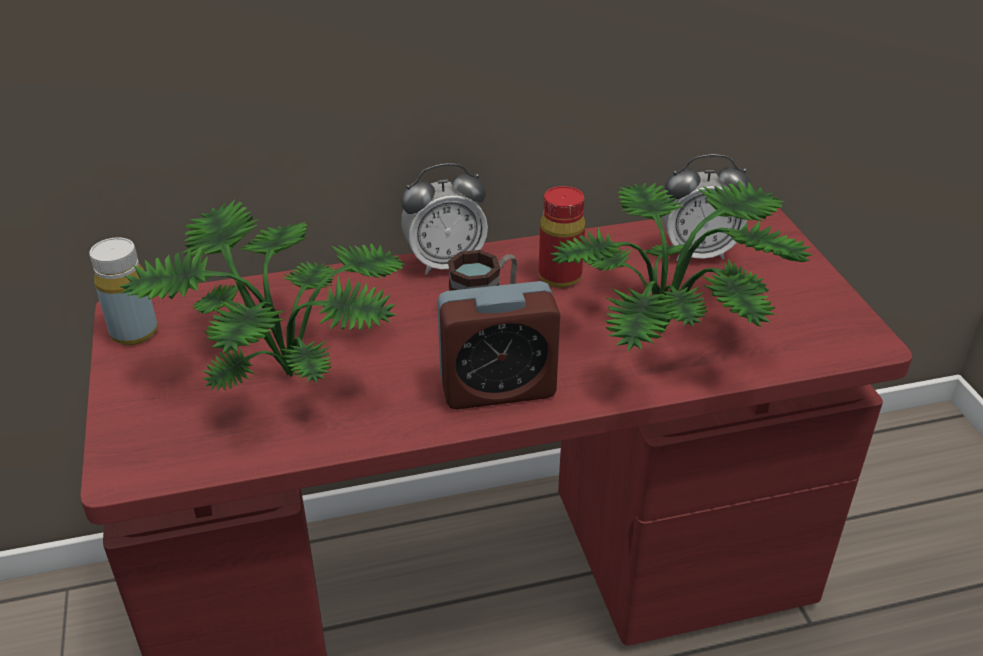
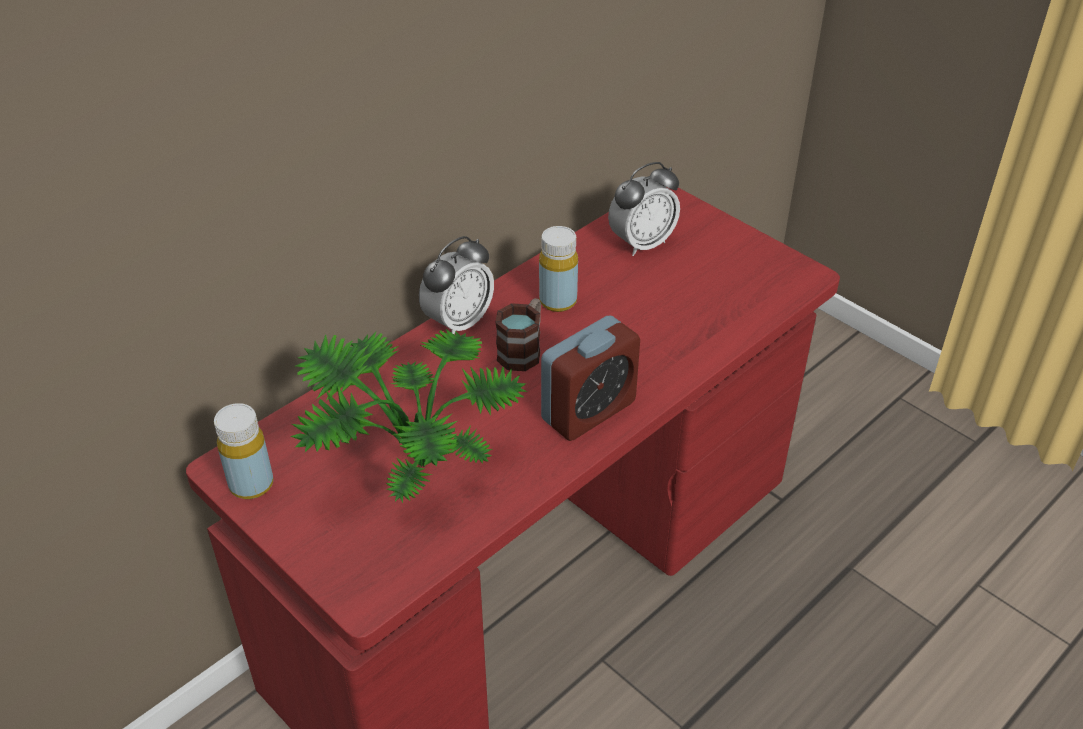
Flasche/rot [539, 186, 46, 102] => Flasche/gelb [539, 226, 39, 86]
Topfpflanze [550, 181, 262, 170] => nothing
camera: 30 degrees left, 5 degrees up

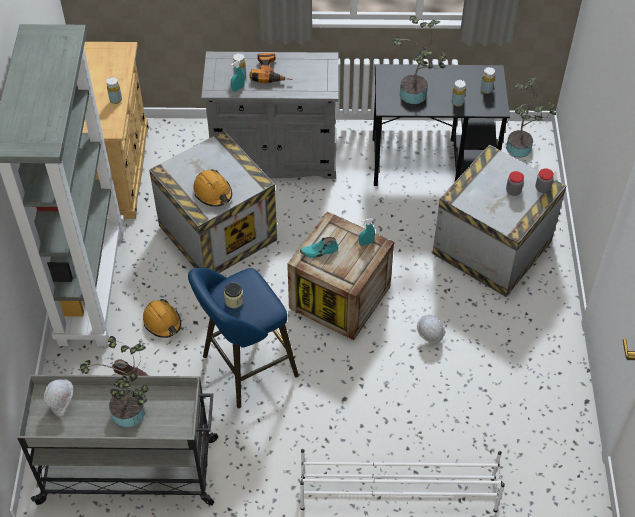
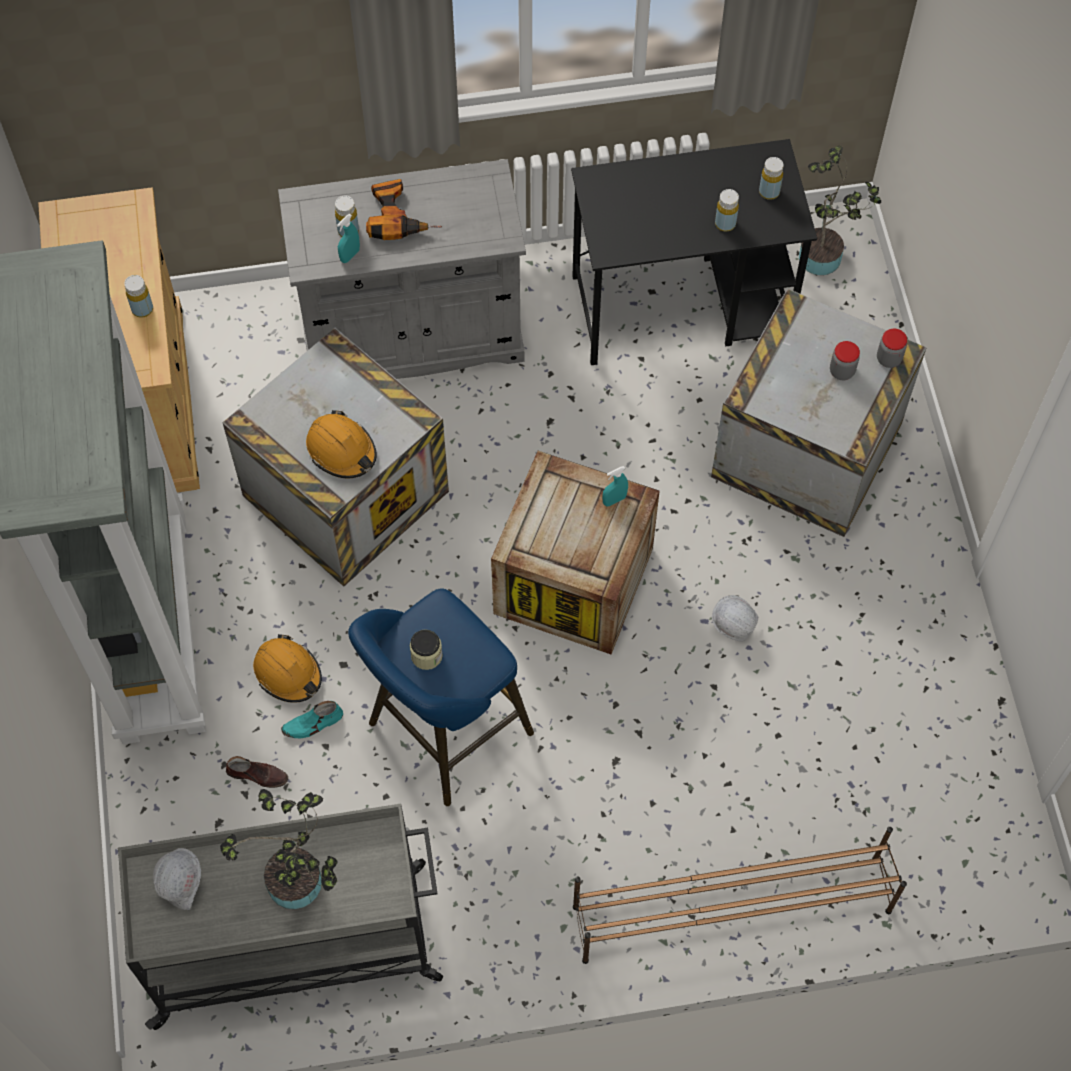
Schuh/türkis [300, 237, 38, 21] => Schuh/türkis [281, 701, 62, 37], relocated
Schuhregal/weiß [300, 449, 205, 63] => Schuhregal/braun [573, 827, 334, 137]
Topfpflanze [392, 16, 54, 88] => nothing
camera: 10 degrees left, 10 degrees up

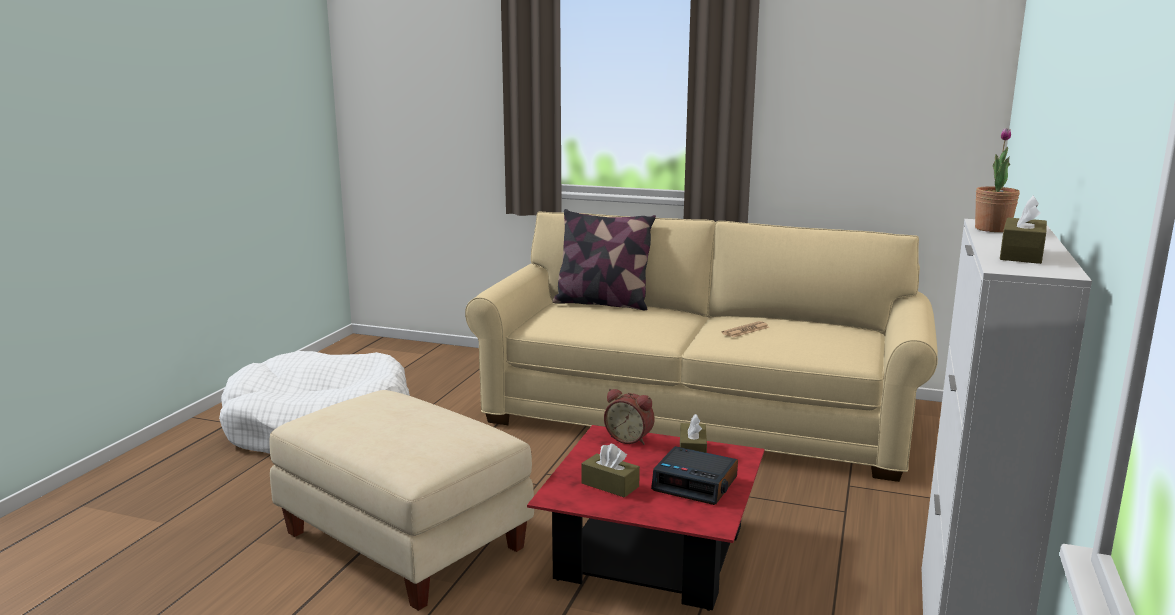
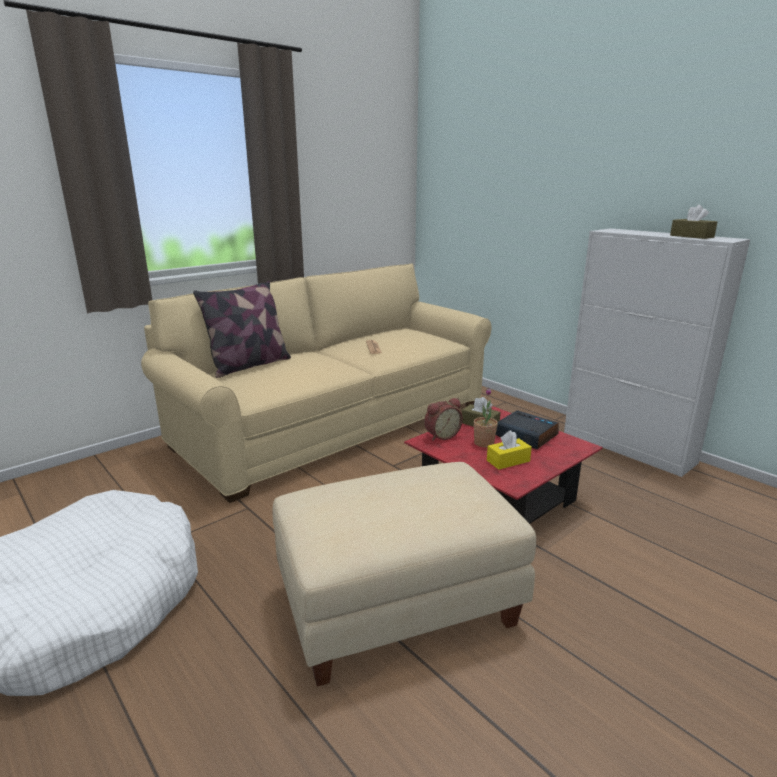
Taschentuchbox/braun [581, 443, 59, 55] => Taschentuchbox/gelb [487, 430, 45, 40]
Wecker [651, 446, 87, 59] => Wecker [496, 410, 63, 39], 105 degrees counterclockwise
Topfpflanze [975, 128, 45, 104] => Topfpflanze [473, 388, 25, 59], relocated
camera: 60 degrees left, 5 degrees up

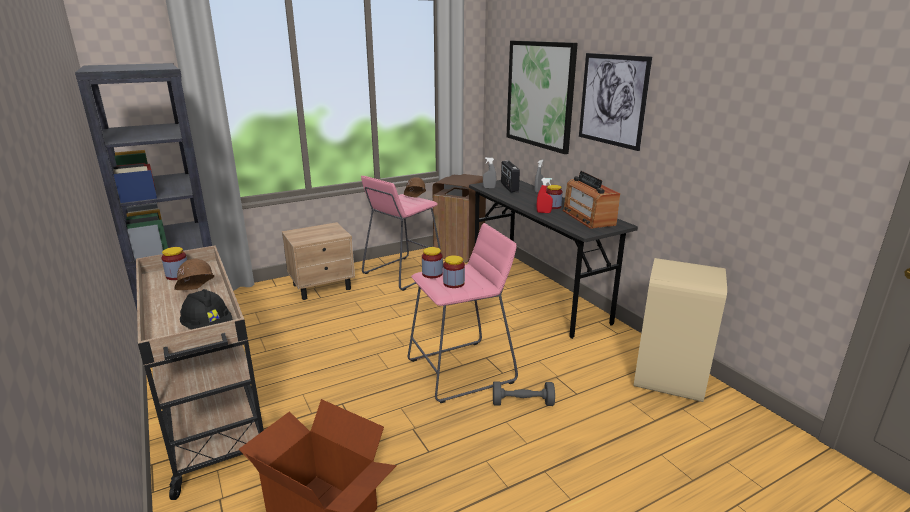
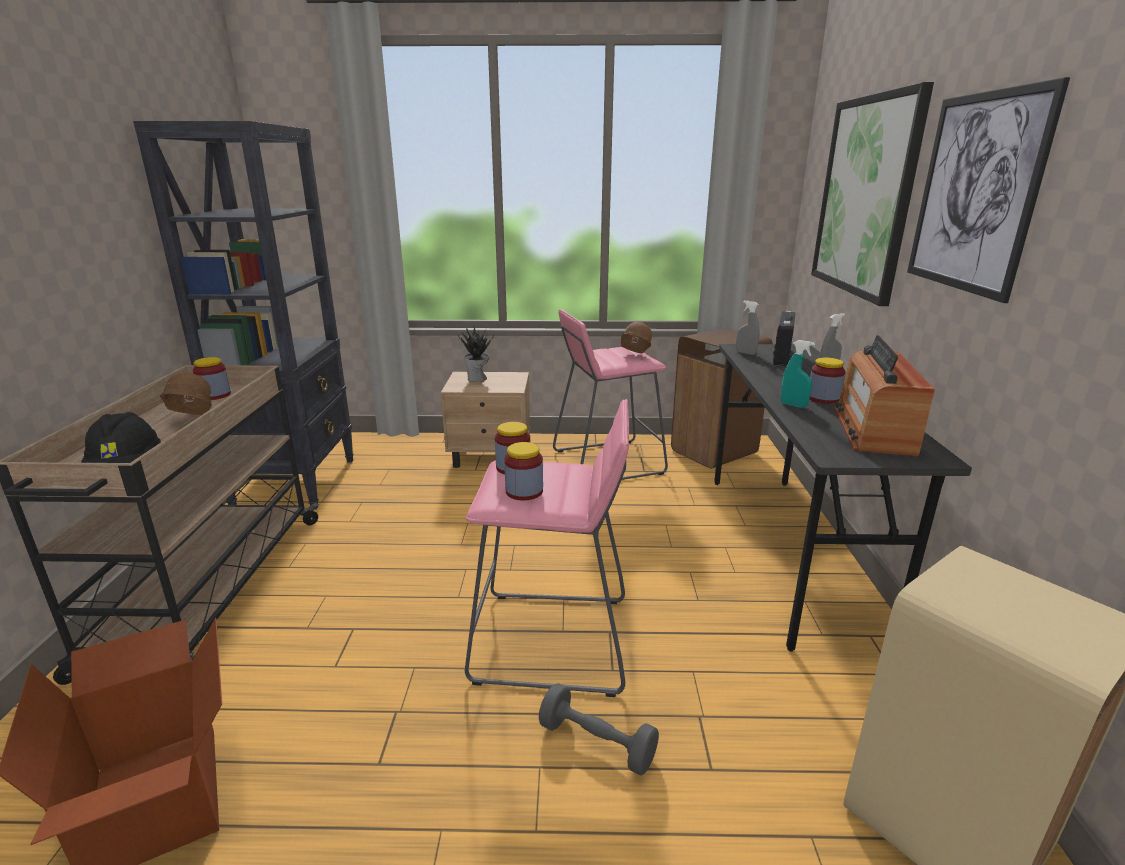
Sprühflasche/rot [537, 178, 16, 35] => Sprühflasche/türkis [781, 340, 34, 68]
nothing => Topfpflanze [458, 326, 36, 56]
camera: 30 degrees right, 0 degrees up

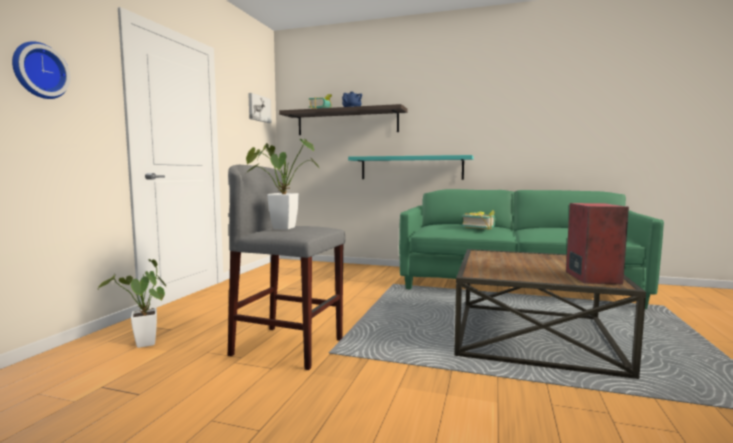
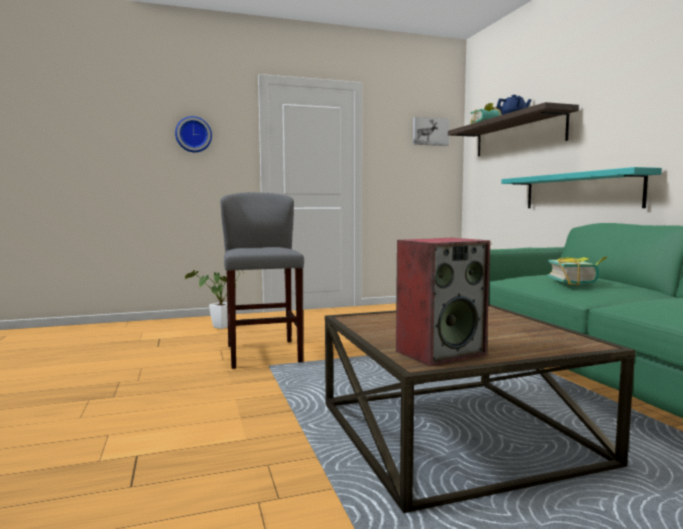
Topfpflanze [246, 139, 74, 91] => nothing
camera: 55 degrees right, 0 degrees up

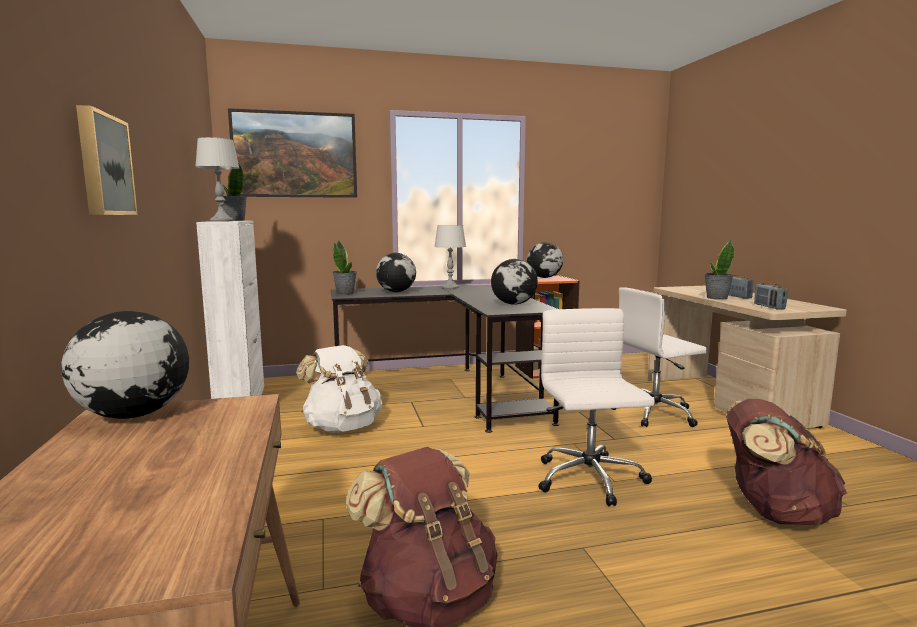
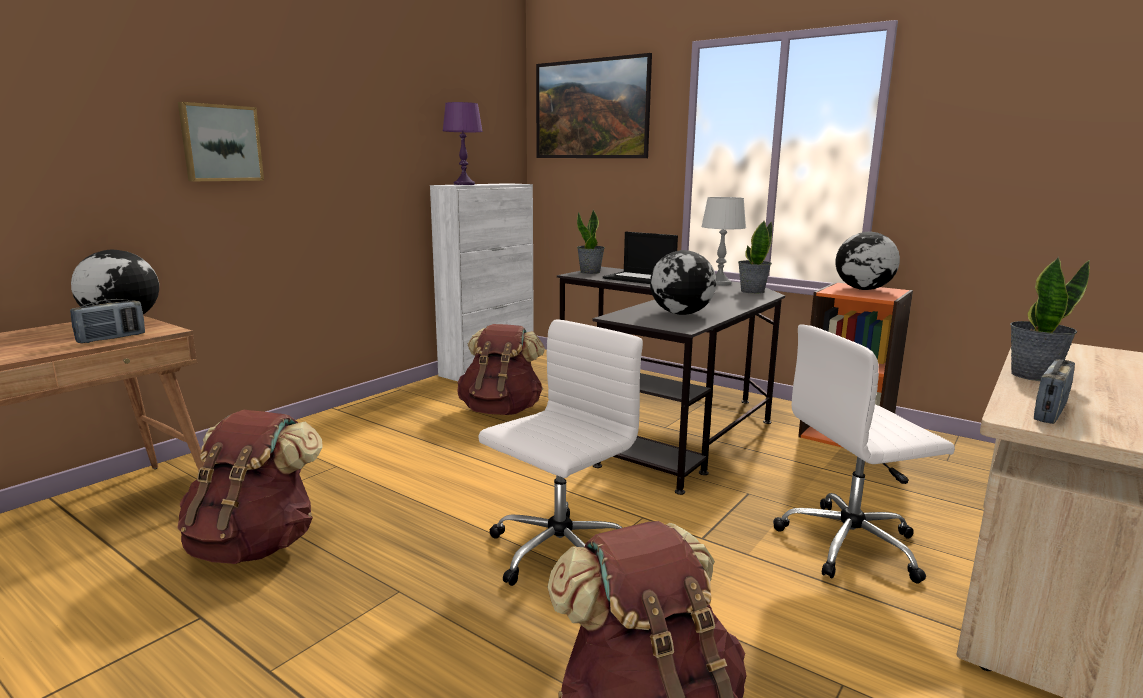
Tischlampe/grau [195, 137, 45, 84] => Tischlampe/lila [443, 102, 40, 83]
Topfpflanze [222, 162, 25, 59] => Topfpflanze [738, 221, 34, 73], relocated
Rucksack/weiß [296, 345, 86, 88] => Rucksack/braun [457, 324, 88, 91]
Globus [376, 253, 40, 39] => Laptop [603, 232, 75, 52]
Bürostuhl/weiß [612, 287, 96, 140] => Bürostuhl/weiß [773, 324, 182, 259], 45 degrees counterclockwise
Radio [729, 275, 25, 24] => Radio [70, 299, 75, 44], relocated
camera: 50 degrees right, 5 degrees up

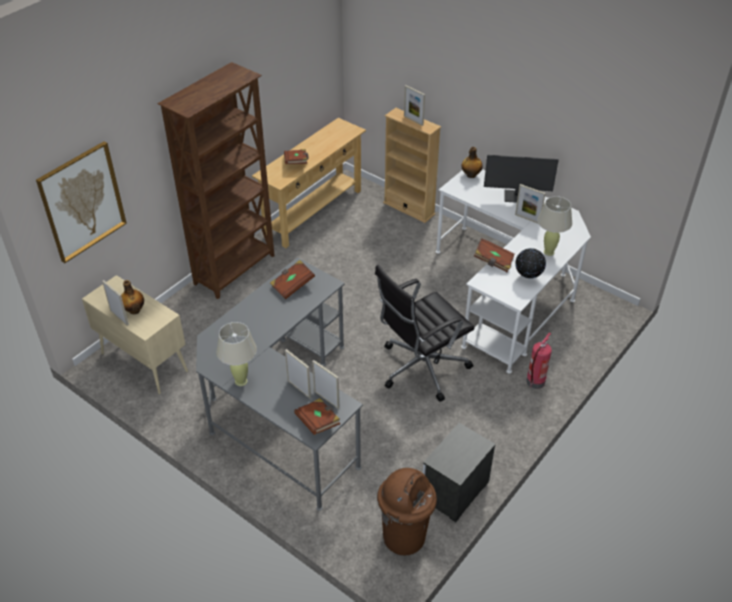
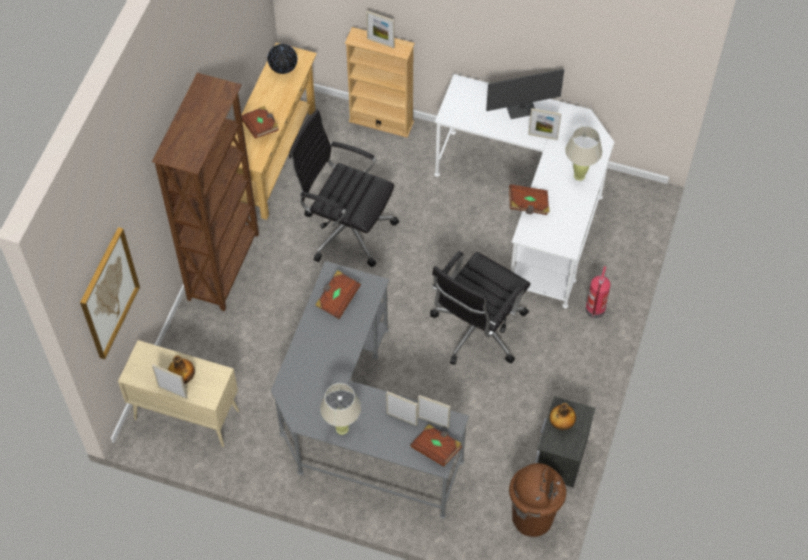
Flasche [461, 147, 22, 31] => Flasche [549, 403, 27, 27], relocated
Globus [515, 248, 31, 30] => Globus [267, 44, 30, 30], relocated
nothing => Bürostuhl/schwarz [289, 109, 110, 158]
camera: 20 degrees left, 15 degrees up

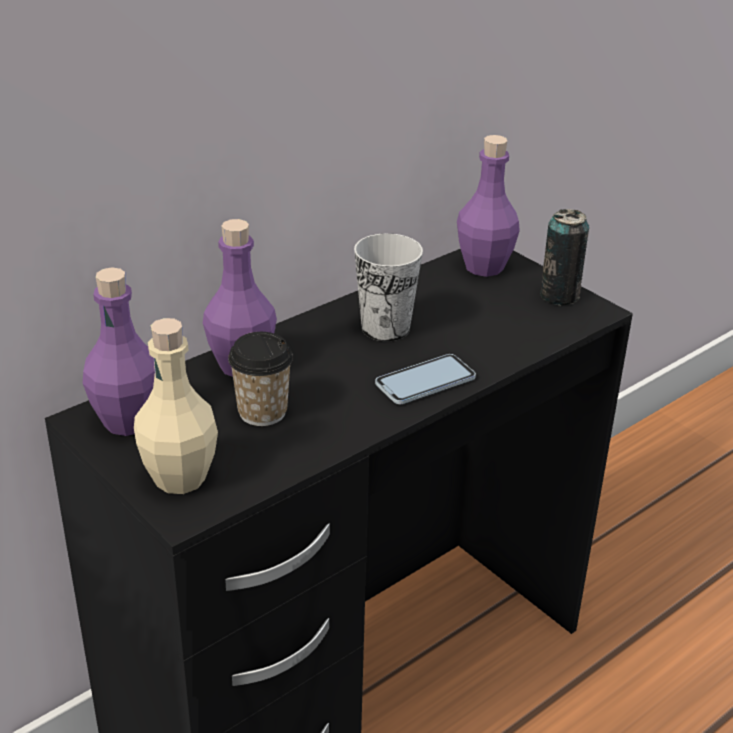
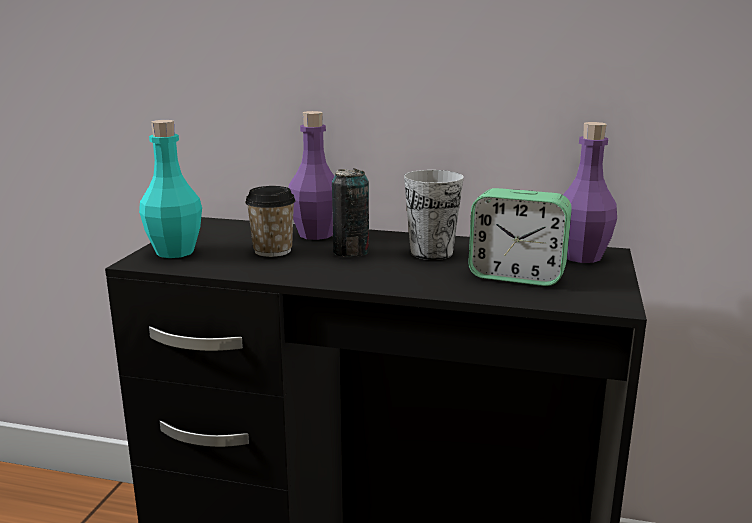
Flasche/lila [83, 267, 72, 169] => nothing
Flasche/beige [134, 318, 84, 176] => Flasche/türkis [139, 120, 63, 138]
Handy [375, 354, 101, 50] => nothing
Dose [540, 209, 49, 97] => Dose [332, 168, 37, 89], relocated
nothing => Wecker [468, 188, 104, 98]
camera: 55 degrees right, 15 degrees down

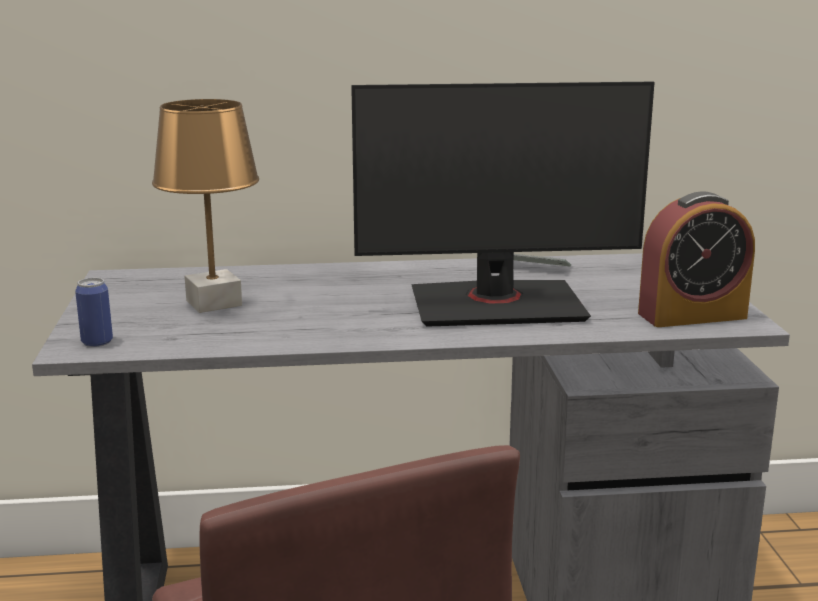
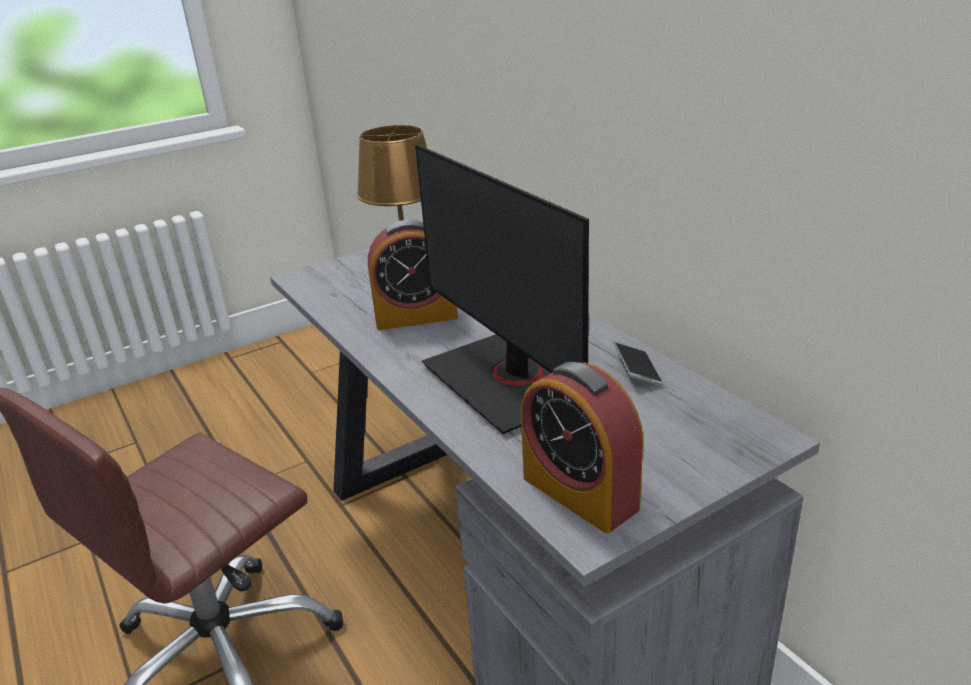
Dose [75, 278, 38, 69] => nothing
nothing => Wecker [368, 220, 90, 110]
camera: 65 degrees right, 10 degrees up

